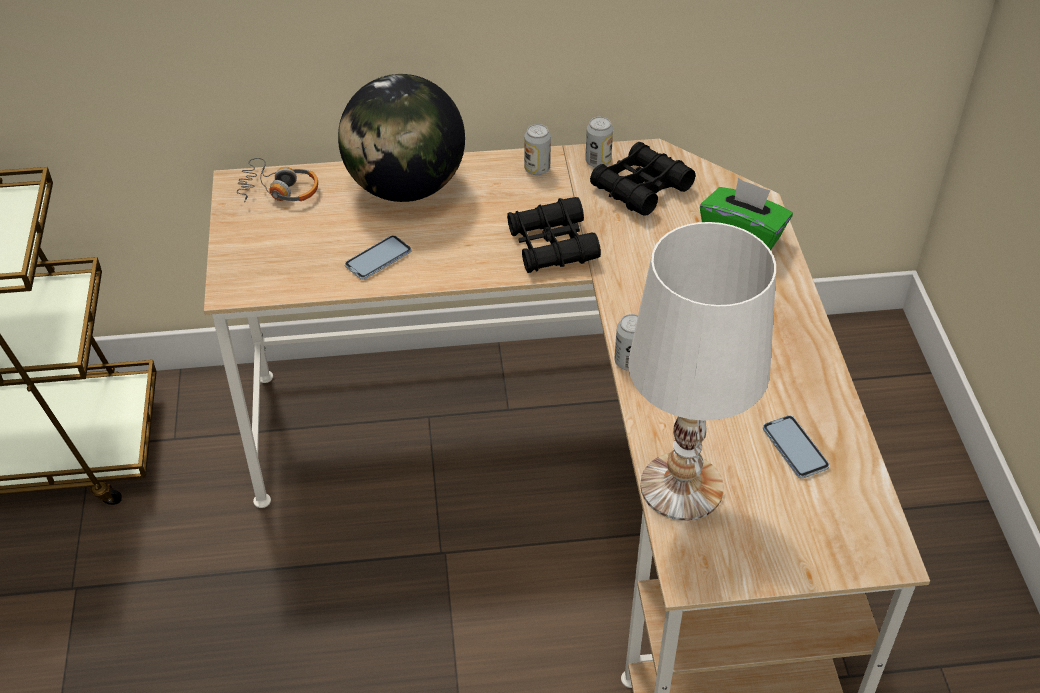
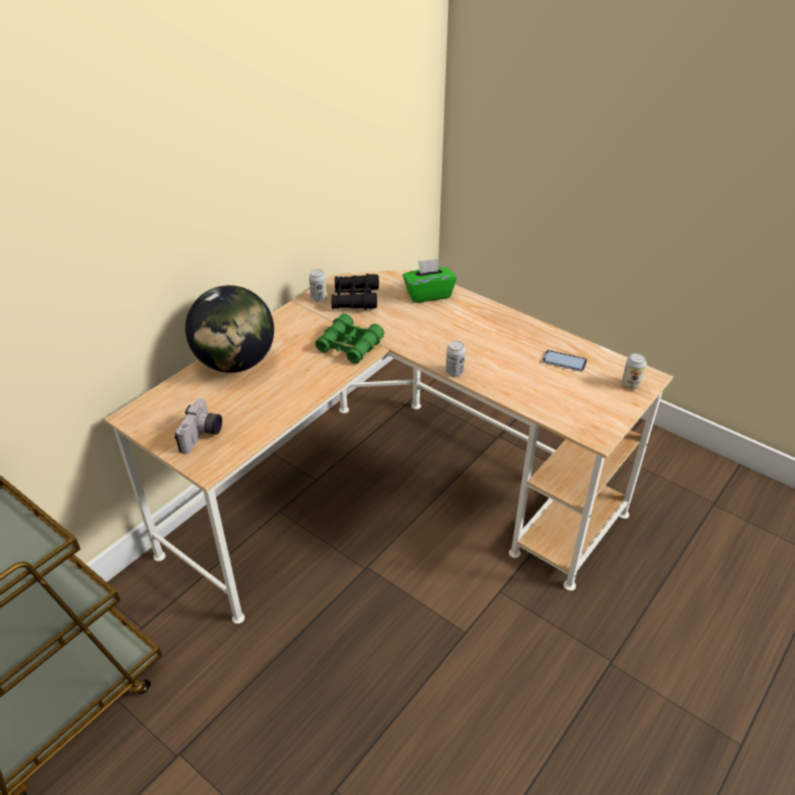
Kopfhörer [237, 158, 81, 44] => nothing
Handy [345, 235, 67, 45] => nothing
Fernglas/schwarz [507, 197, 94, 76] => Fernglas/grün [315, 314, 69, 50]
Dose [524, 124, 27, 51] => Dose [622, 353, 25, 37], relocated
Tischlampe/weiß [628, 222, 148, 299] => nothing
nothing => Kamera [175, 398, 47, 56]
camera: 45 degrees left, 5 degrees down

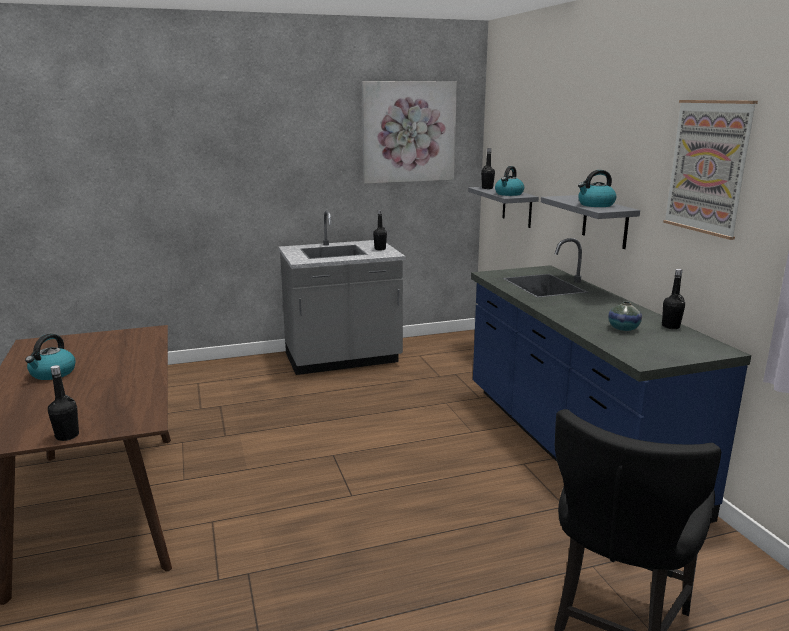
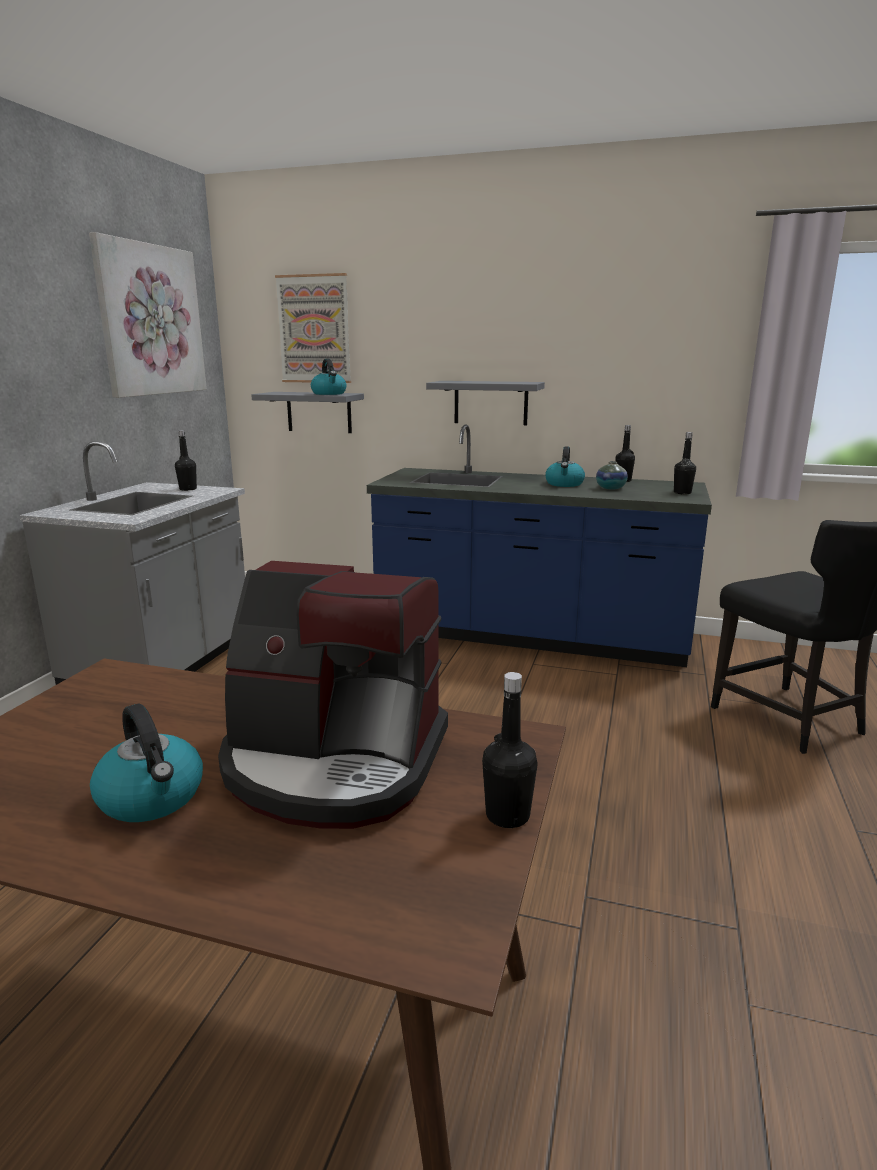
Flasche/schwarz [481, 148, 14, 41] => Flasche/schwarz [674, 432, 22, 63], relocated
Wasserkessel [578, 170, 38, 37] => Wasserkessel [545, 446, 40, 41], relocated
Bild [663, 100, 95, 140] => Bild [275, 273, 76, 110], relocated
nothing => Kaffeemaschine [218, 561, 230, 268]
camera: 55 degrees left, 0 degrees up

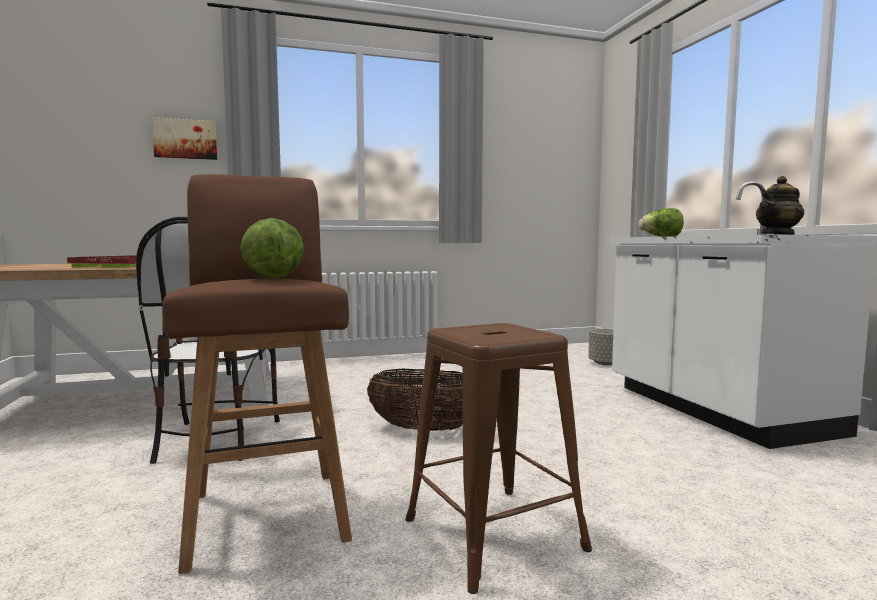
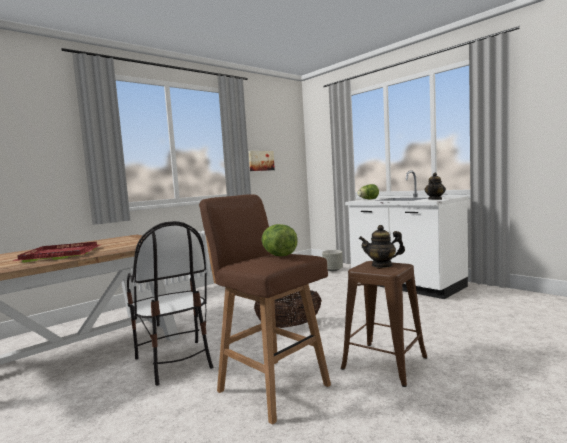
Bild [152, 117, 65, 43] => Bild [248, 151, 27, 20], relocated
nothing => Teekanne [359, 225, 46, 43]
camera: 25 degrees left, 0 degrees up

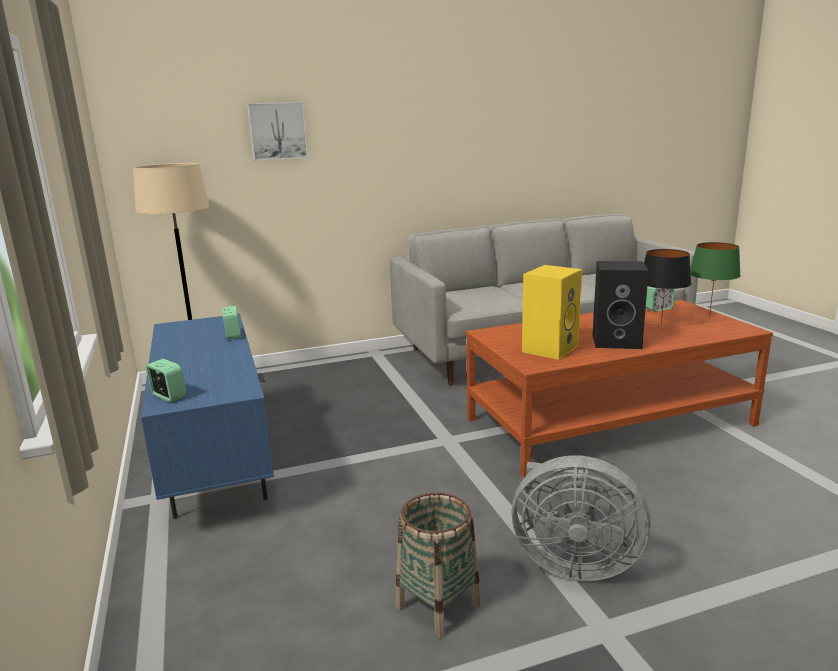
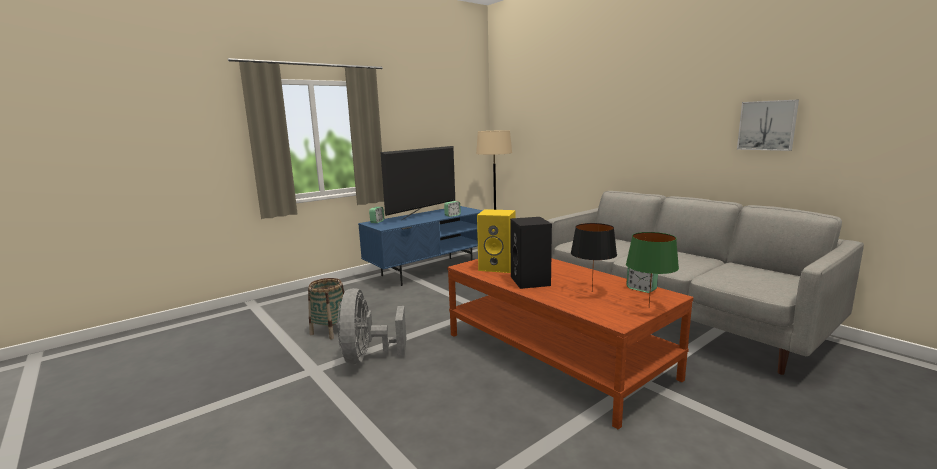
Bild [247, 102, 61, 59] => Bild [737, 100, 62, 51], relocated
nothing => Fernseher [381, 146, 74, 74]
camera: 70 degrees right, 5 degrees down

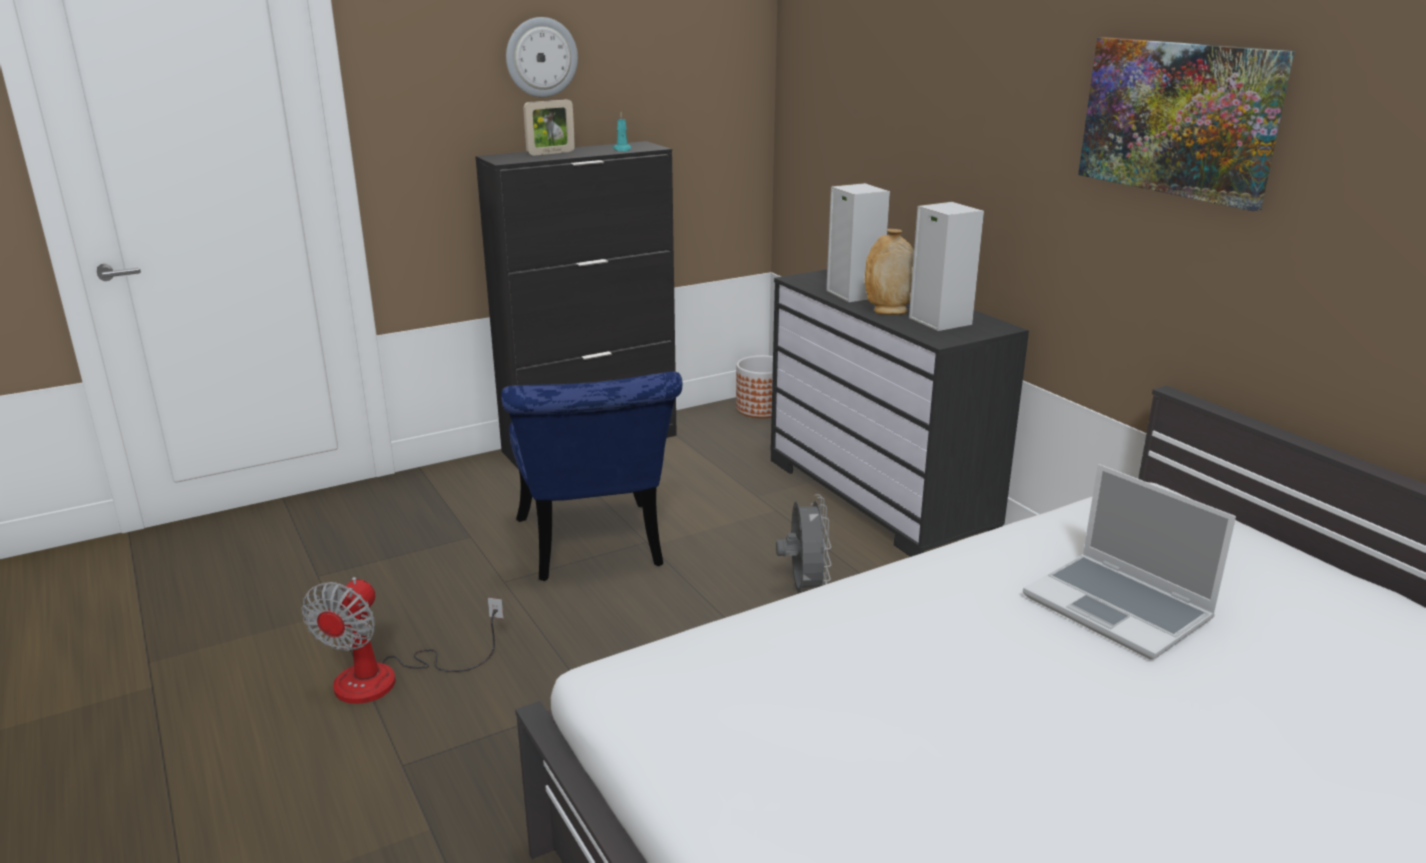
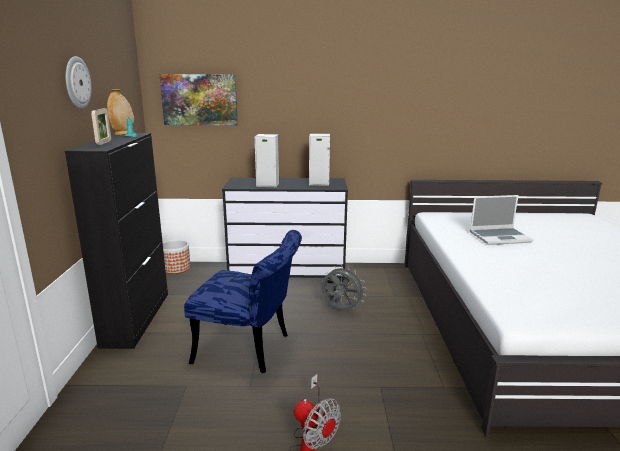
Vase/beige [864, 229, 50, 86] => Vase/beige [107, 89, 27, 46], relocated
Bild [1078, 37, 217, 174] => Bild [160, 74, 78, 51], relocated
camera: 60 degrees left, 5 degrees down

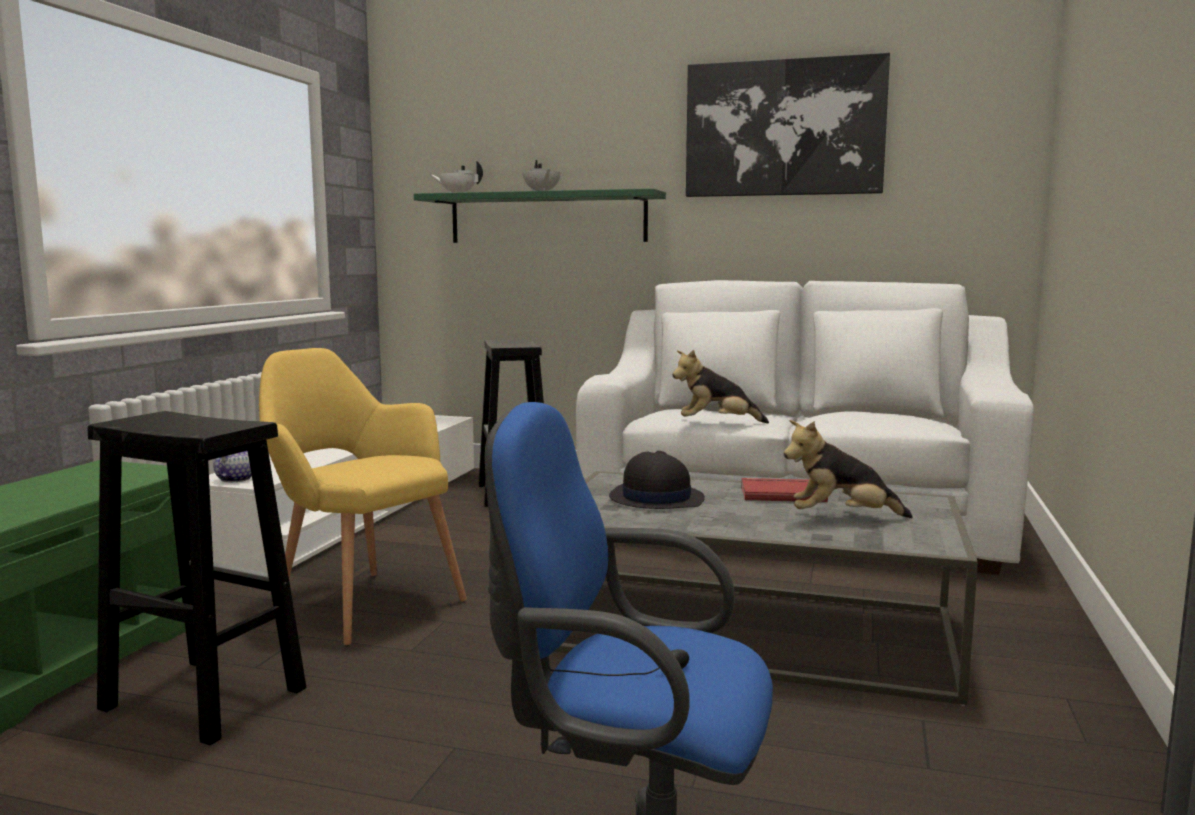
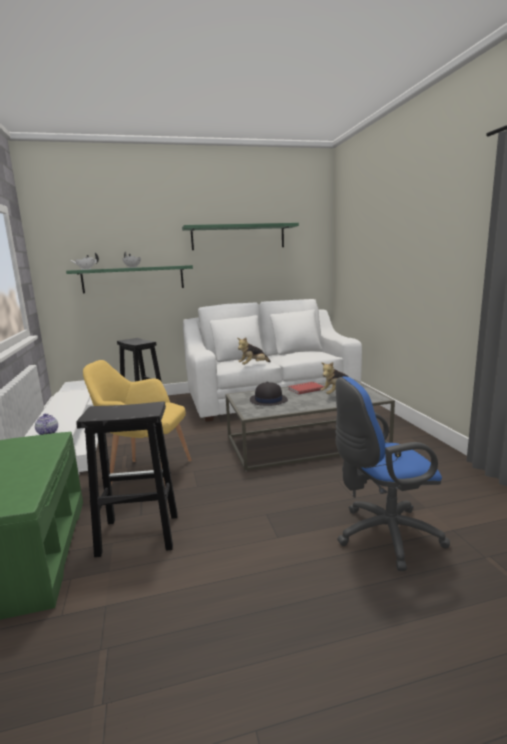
Bild [686, 53, 204, 144] => Wandregal/grün [182, 223, 117, 27]
camera: 30 degrees left, 5 degrees up

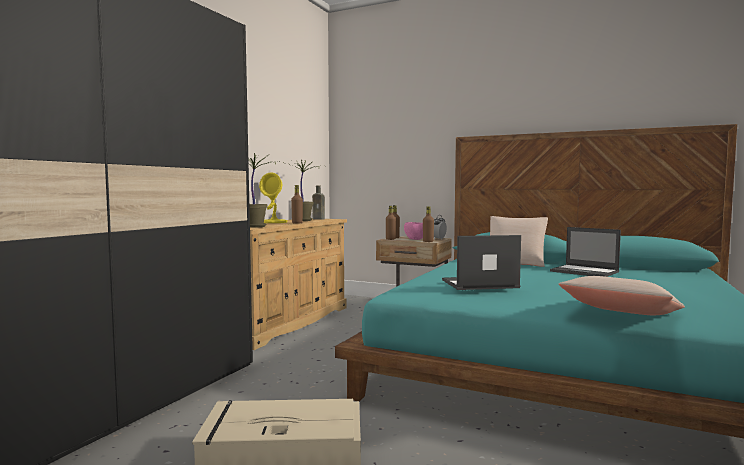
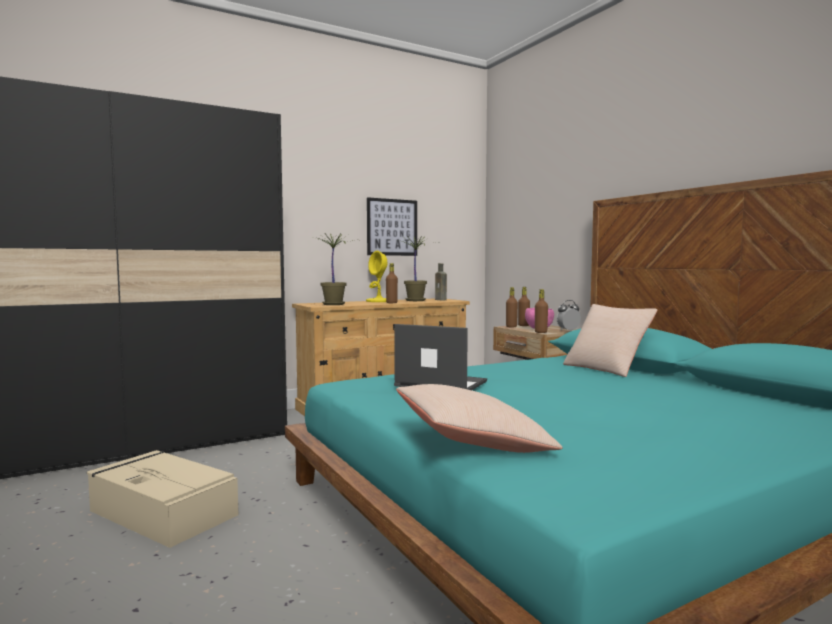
Laptop [550, 227, 71, 50] => nothing
nothing => Bild [367, 197, 50, 59]
camera: 35 degrees right, 0 degrees up

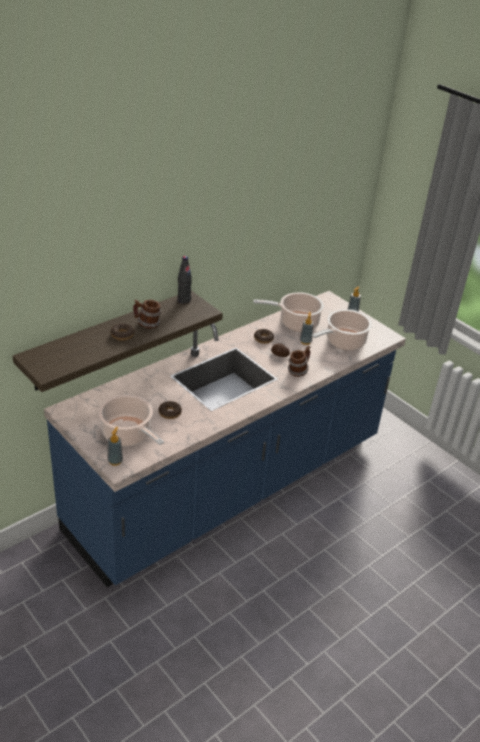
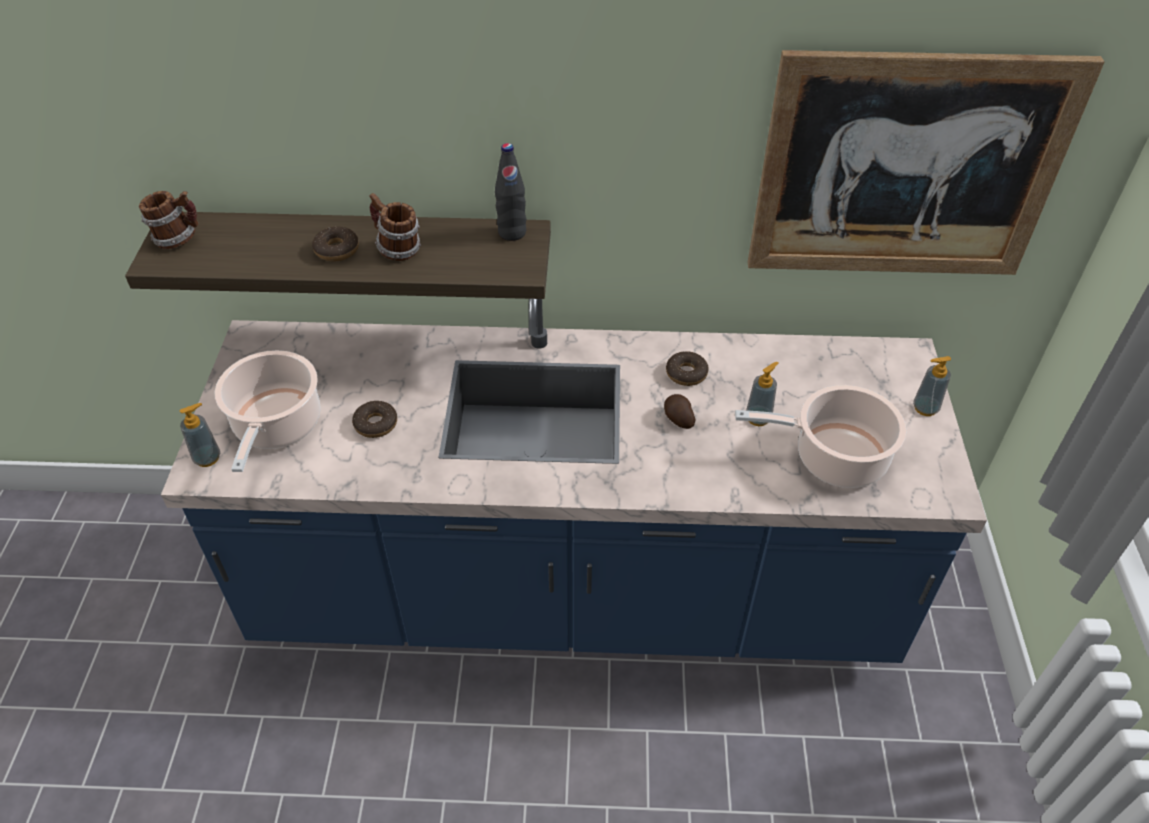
Kochtopf [253, 292, 71, 40] => nothing
Henkelbecher [288, 346, 22, 31] => Henkelbecher [139, 191, 59, 58], relocated
nothing => Bild [748, 50, 357, 225]
camera: 45 degrees right, 10 degrees up

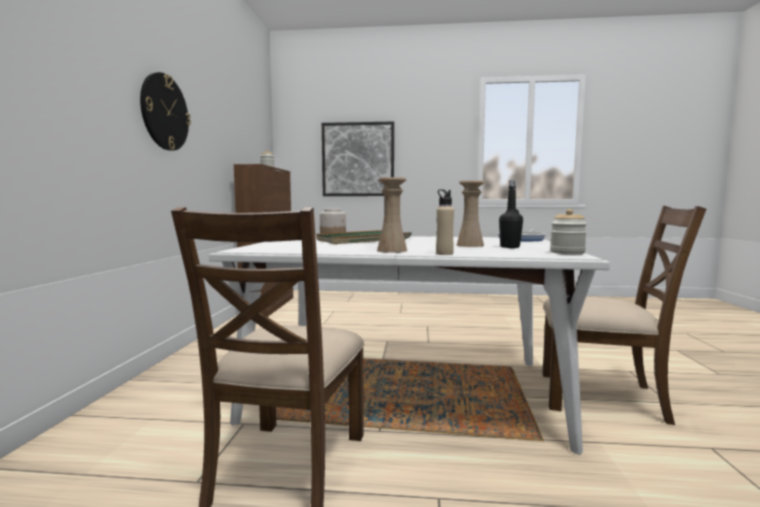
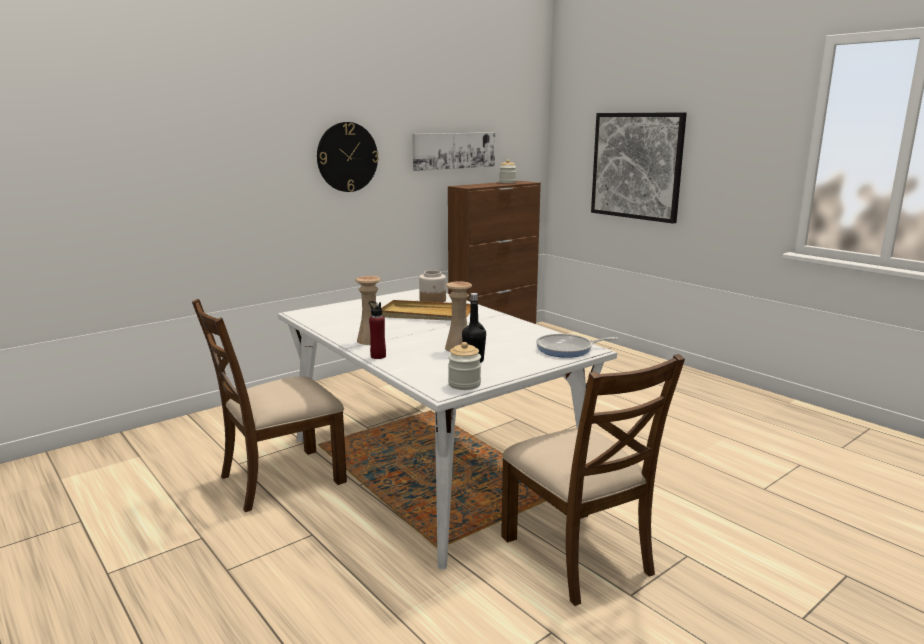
Tablett/grün [316, 230, 96, 14] => Tablett/beige [382, 300, 89, 21]
Flasche/beige [436, 189, 18, 66] => Flasche/rot [369, 301, 17, 58]
nothing => Bild [412, 132, 83, 39]
camera: 45 degrees right, 10 degrees up

